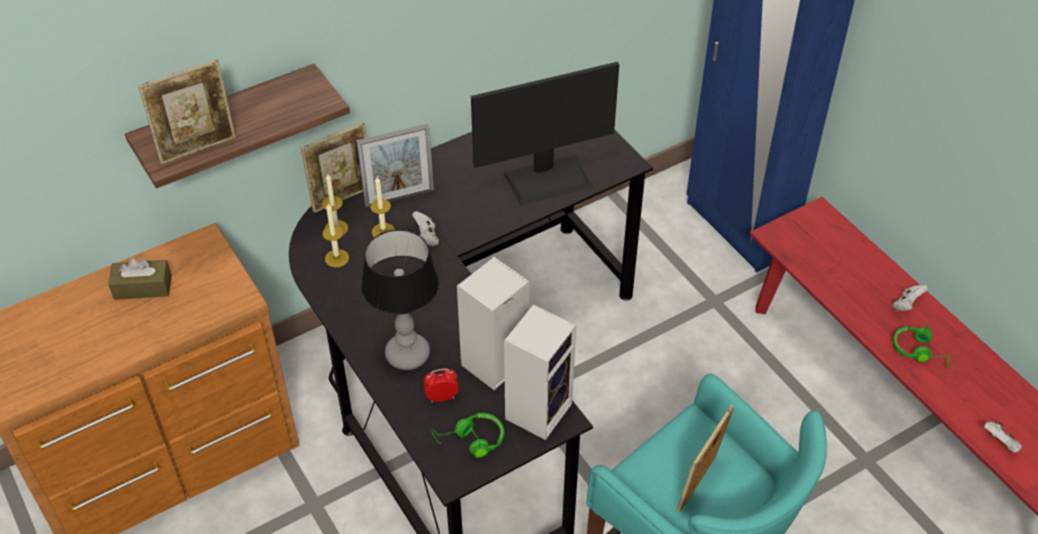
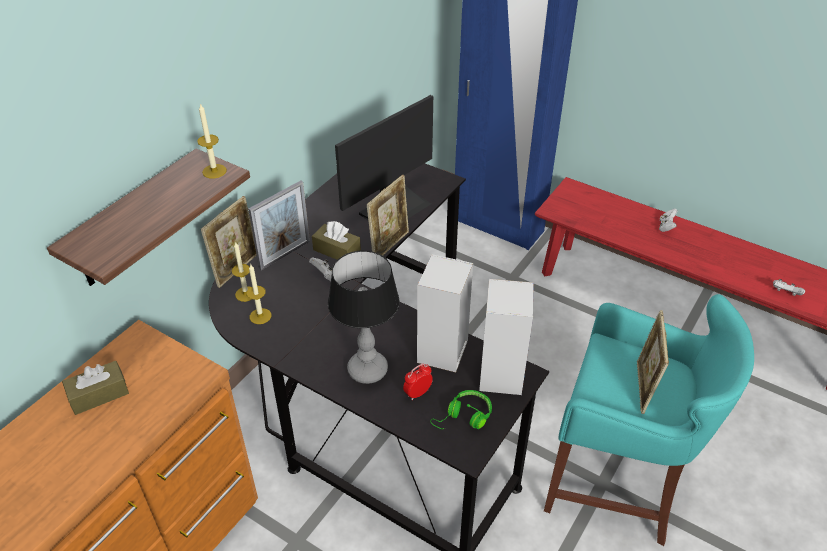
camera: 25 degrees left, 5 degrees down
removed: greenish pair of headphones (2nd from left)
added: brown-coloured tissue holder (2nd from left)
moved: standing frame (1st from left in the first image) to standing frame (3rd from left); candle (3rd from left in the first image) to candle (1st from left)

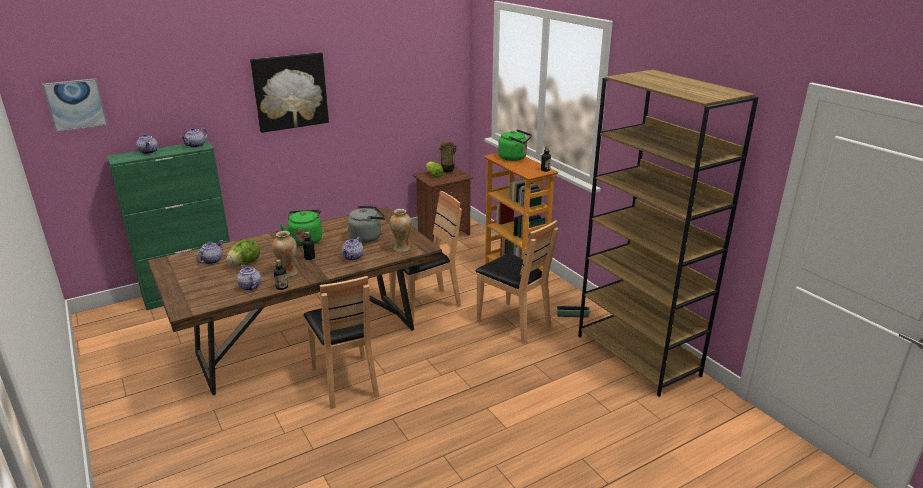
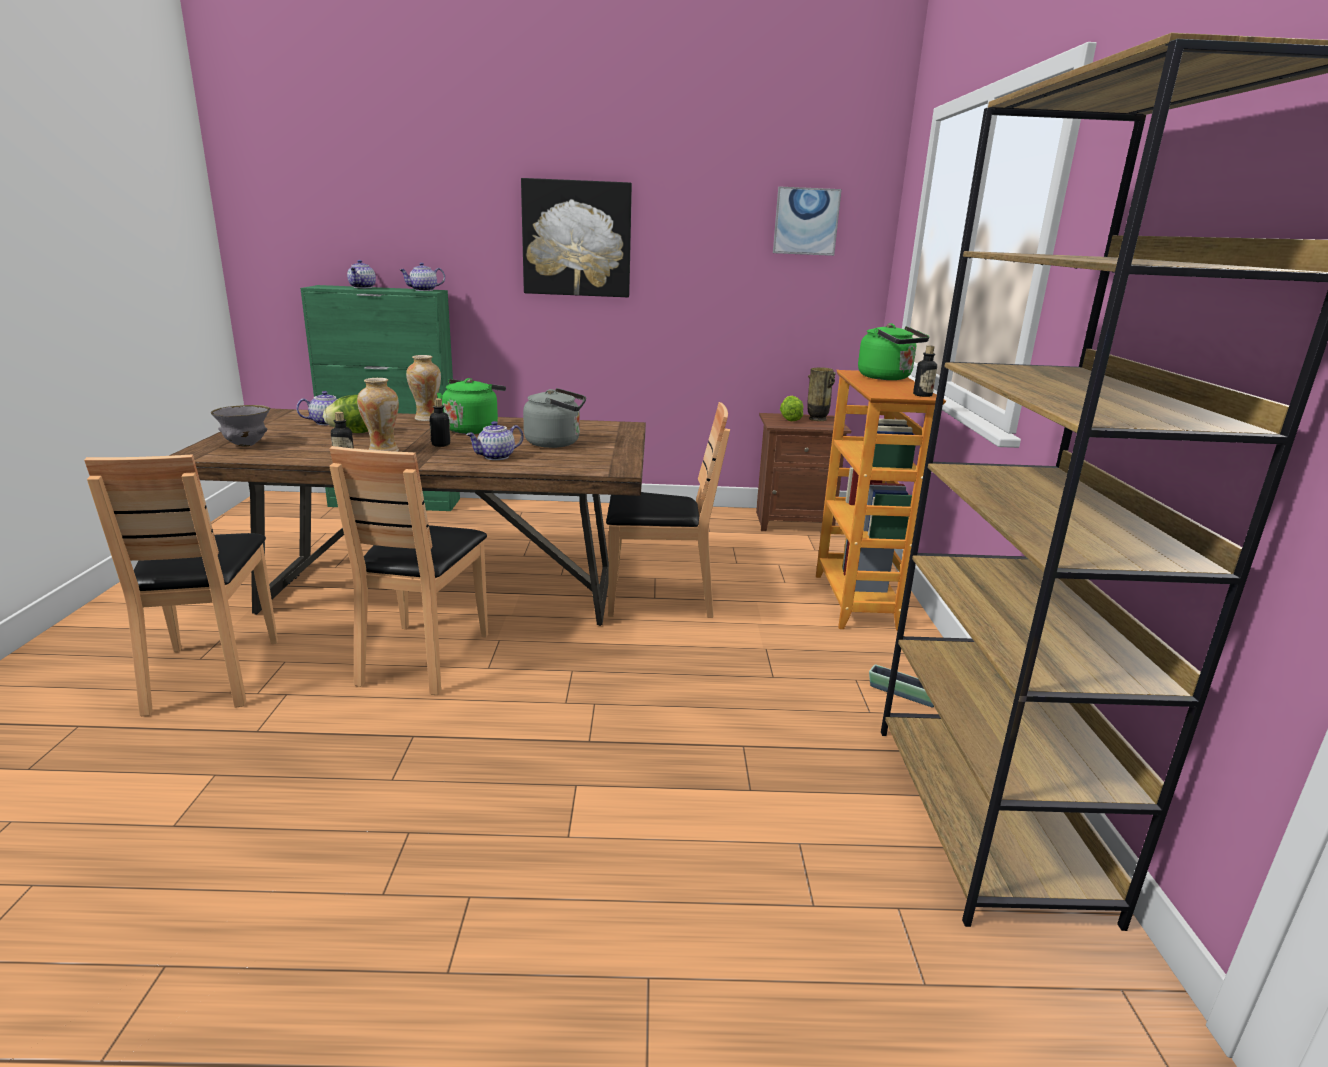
camera: 30 degrees right, 5 degrees down
removed: pot for tea (4th from left)
added: grey bowl
moved: wall picture (1st from left in the first image) to wall picture (2nd from left); flower vase (2nd from left); brown-coloured chair (3rd from left in the first image) to brown-coloured chair (1st from left)

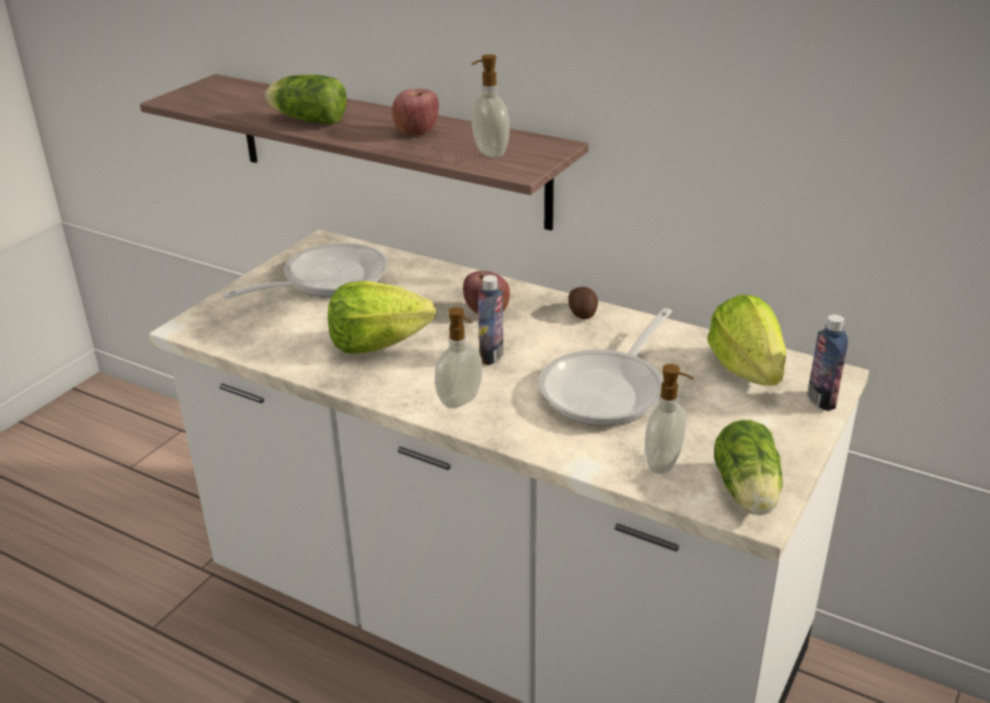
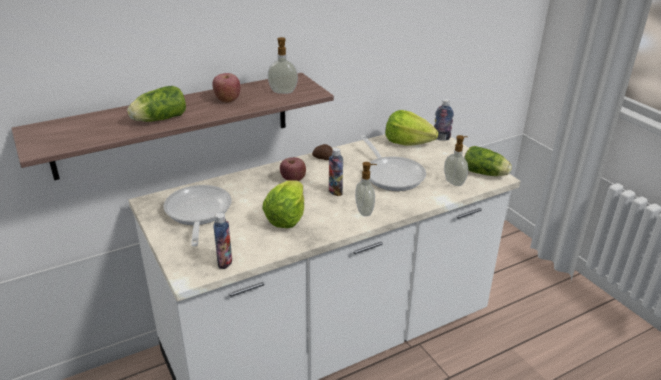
camera: 60 degrees left, 0 degrees up
added: drink bottle (1st from left)

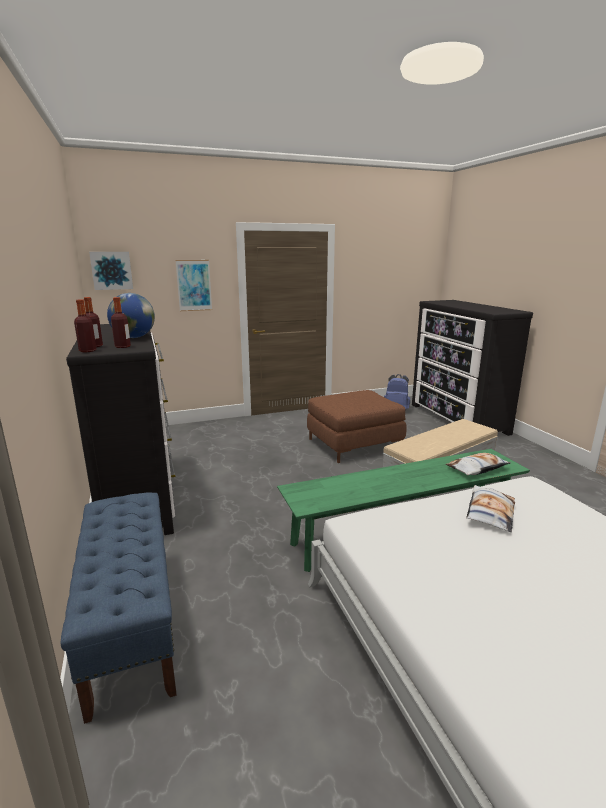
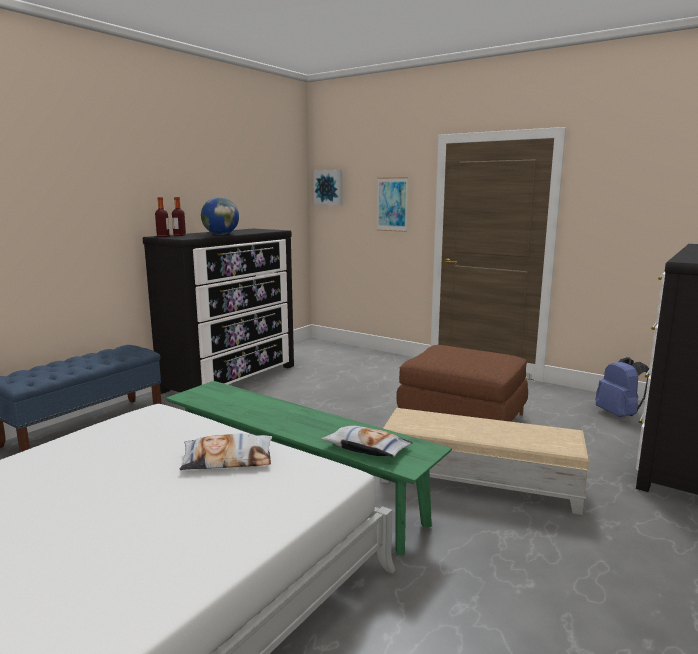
camera: 55 degrees right, 5 degrees down
removed: drink bottle (3rd from left)

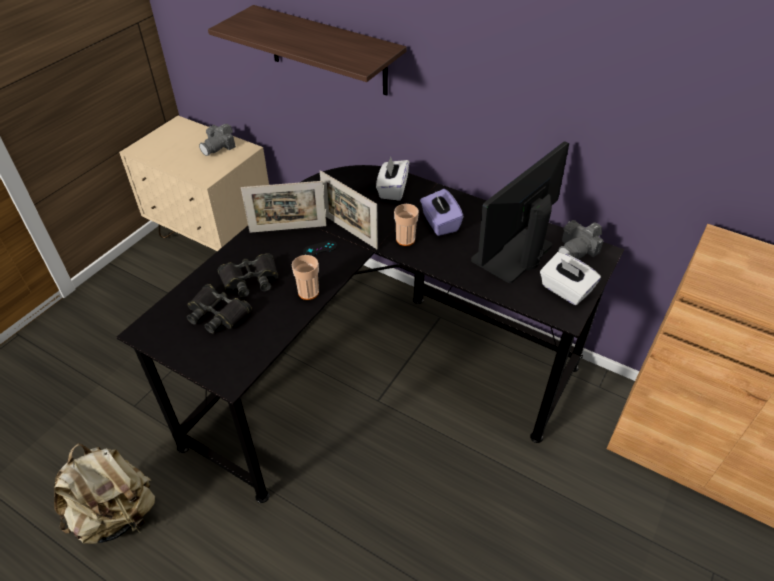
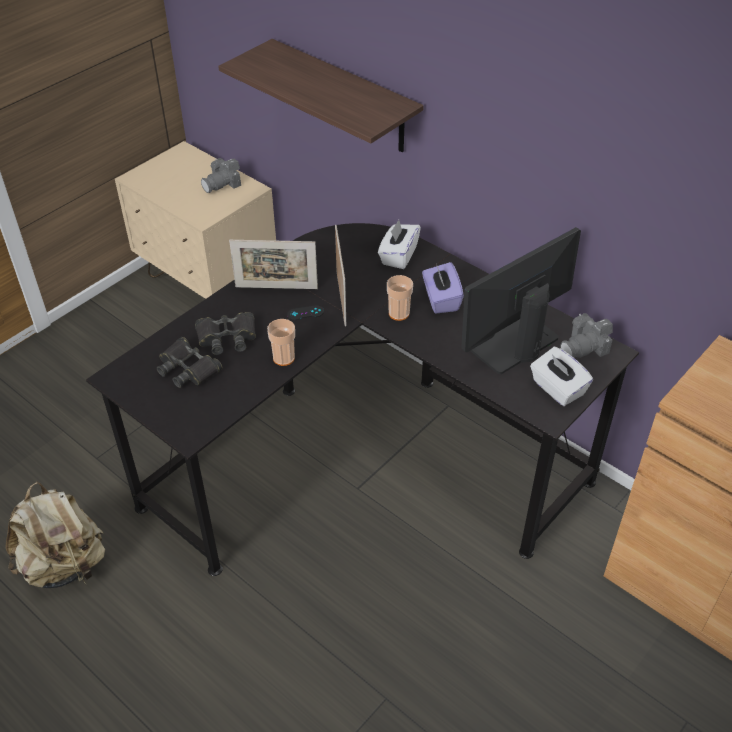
camera: 10 degrees right, 0 degrees up
turned: standing frame (2nd from left) 150 degrees counterclockwise

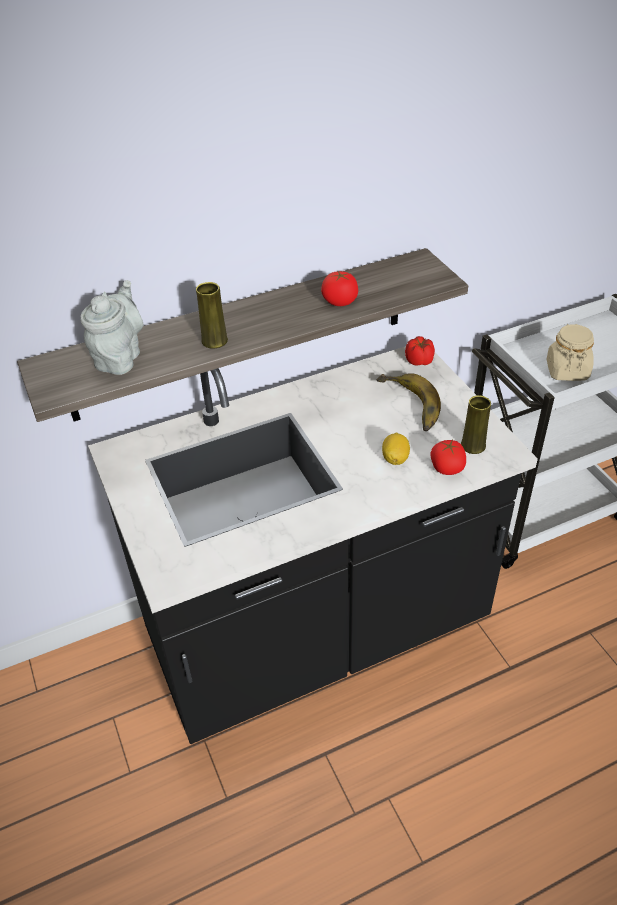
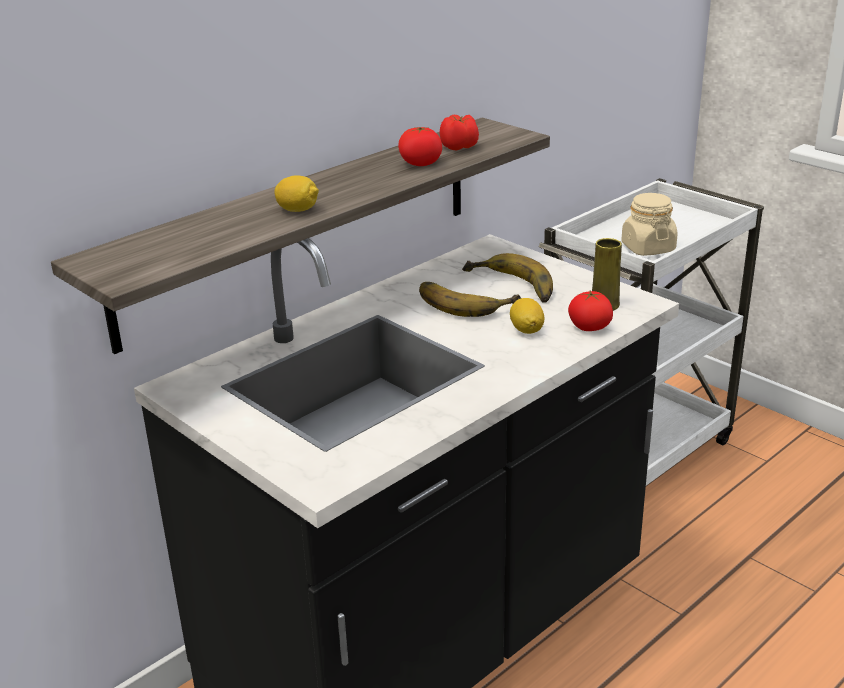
camera: 20 degrees left, 15 degrees down
removed: grey pot for tea
added: whole banana (1st from left)
moved: tomato (2nd from left)
replaced: yellowish flower vase (1st from left) to whole lemon (1st from left)

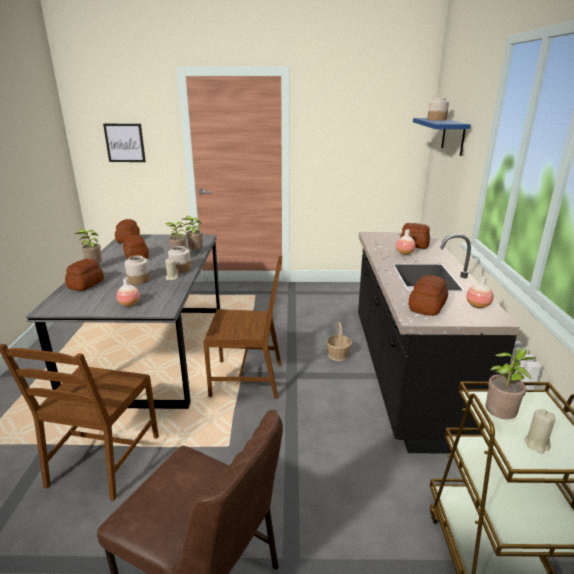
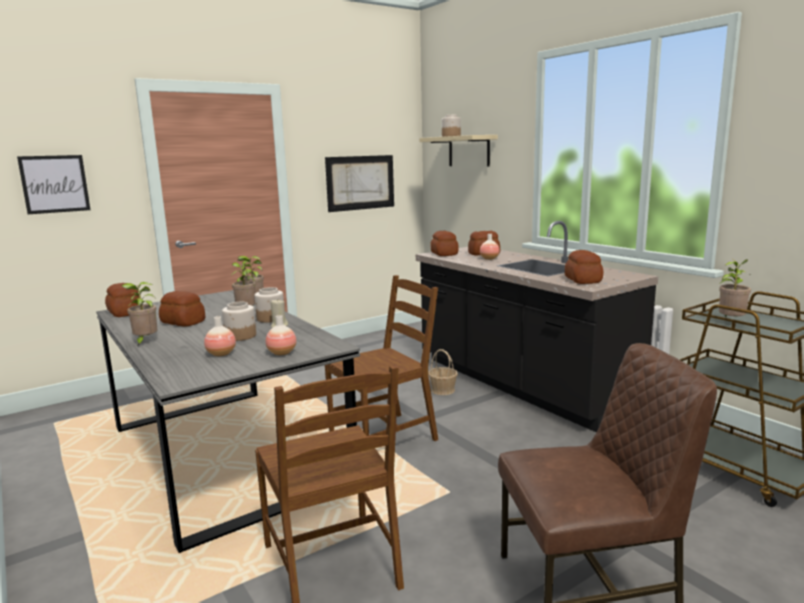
camera: 35 degrees left, 10 degrees down
removed: sand-coloured candle (2nd from left)
added: wall picture (2nd from left)
moved: bakery bread (1st from left in the first image) to bakery bread (3rd from left); flower vase (3rd from left in the first image) to flower vase (1st from left)
recoloured: blue-coloured shelf to sand-coloured shelf

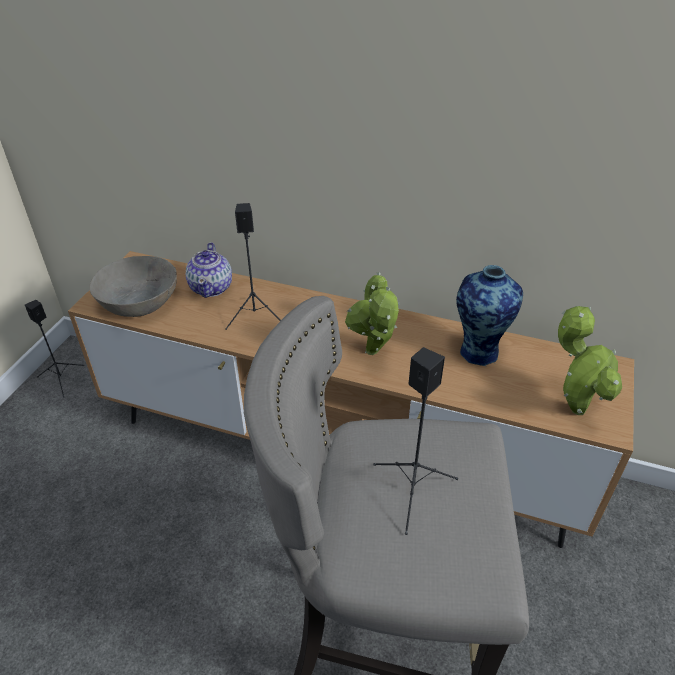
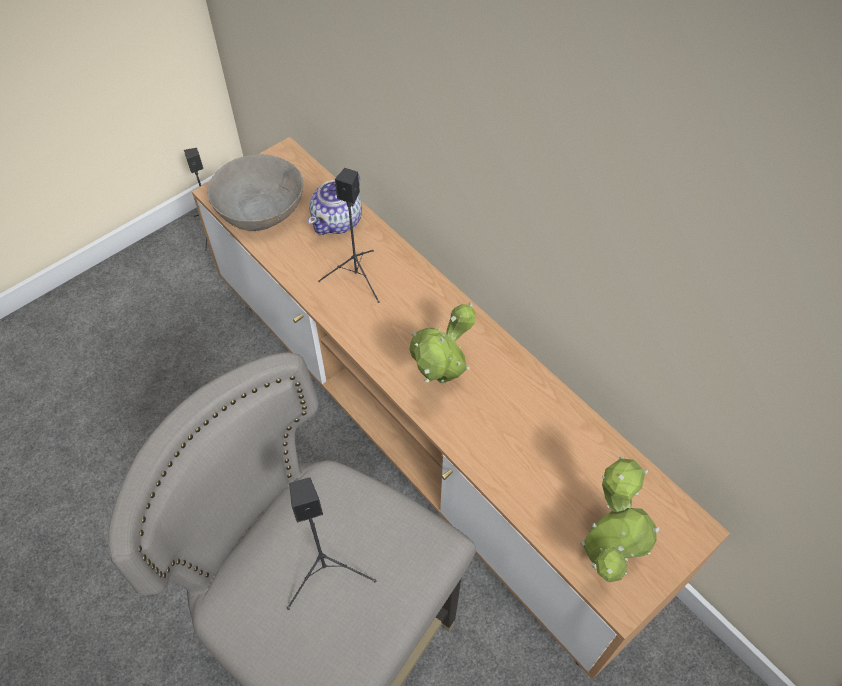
camera: 30 degrees right, 15 degrees up
removed: flower vase

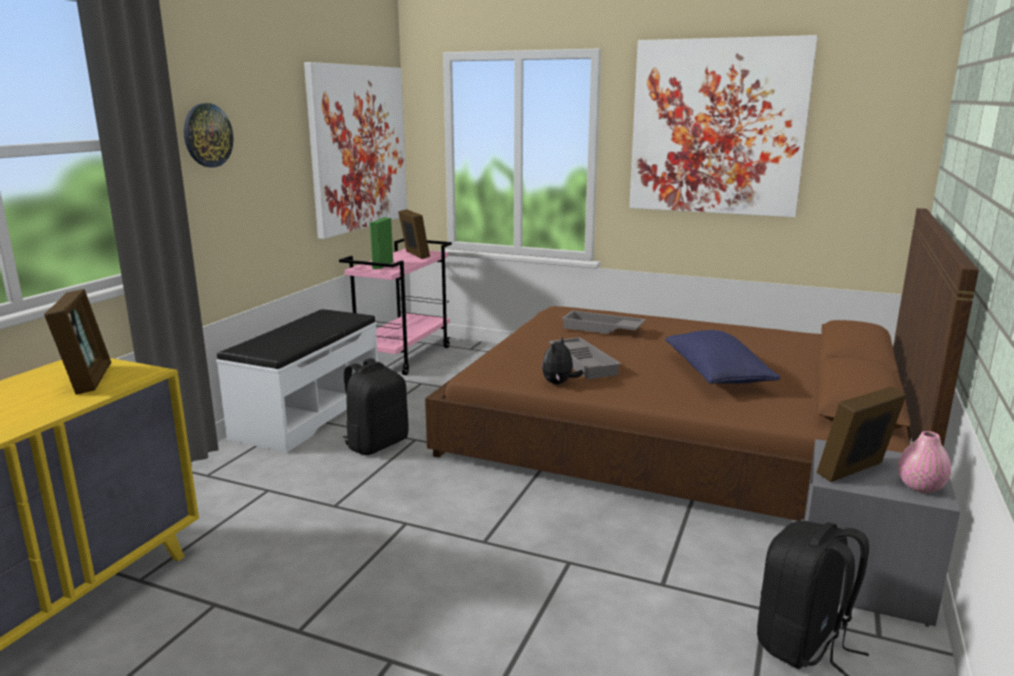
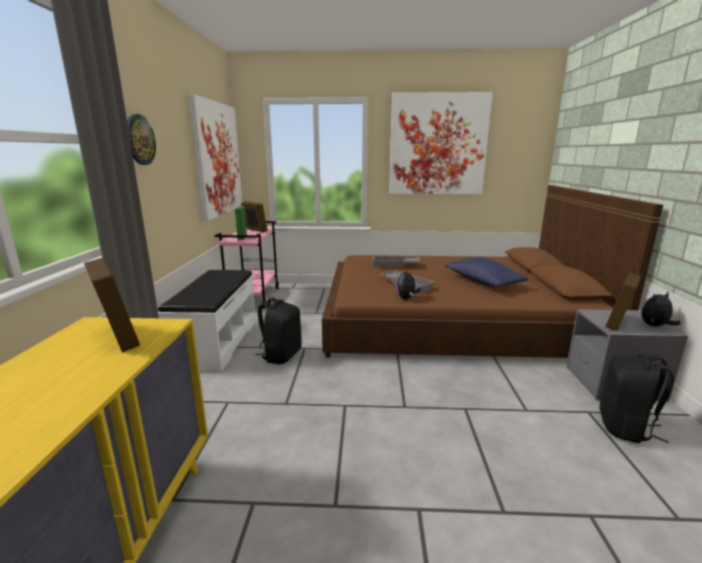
camera: 20 degrees left, 0 degrees up
replaced: pinkish flower vase to soft toy (2nd from left)

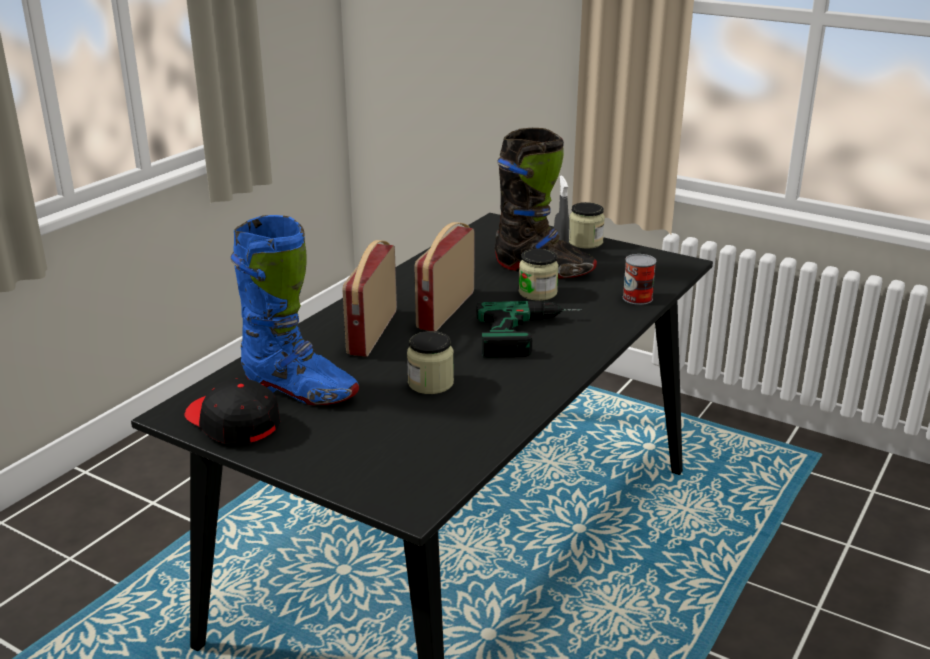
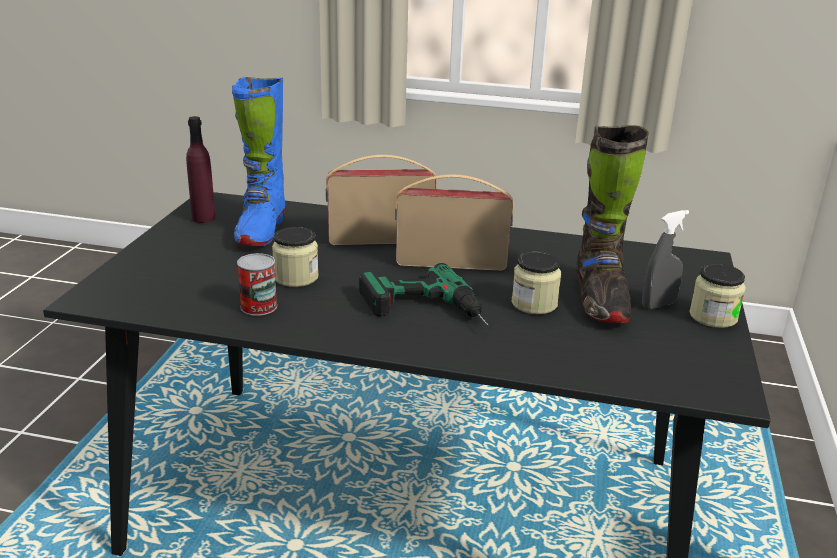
camera: 70 degrees right, 0 degrees up
moved: sealed can
replaced: blackish cap to purple drink bottle

